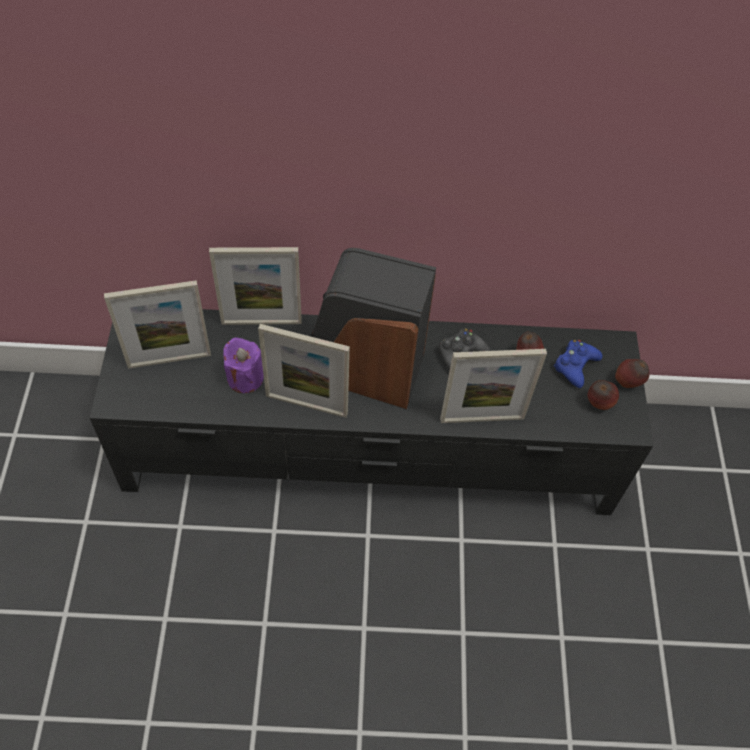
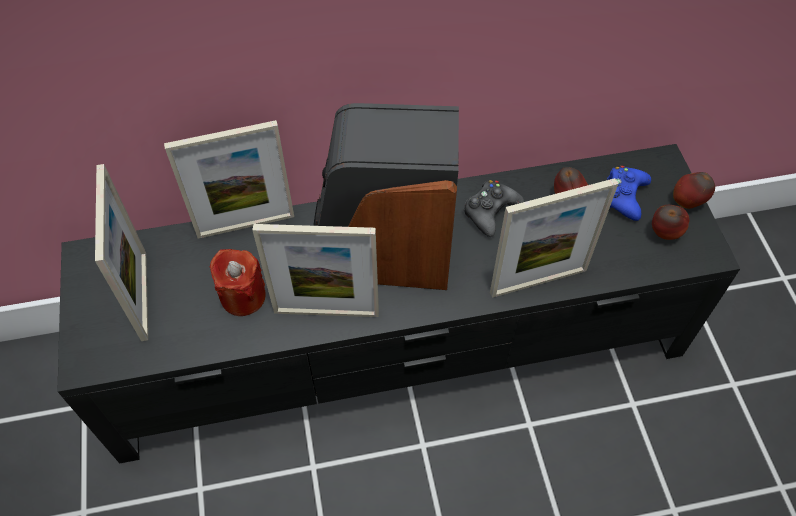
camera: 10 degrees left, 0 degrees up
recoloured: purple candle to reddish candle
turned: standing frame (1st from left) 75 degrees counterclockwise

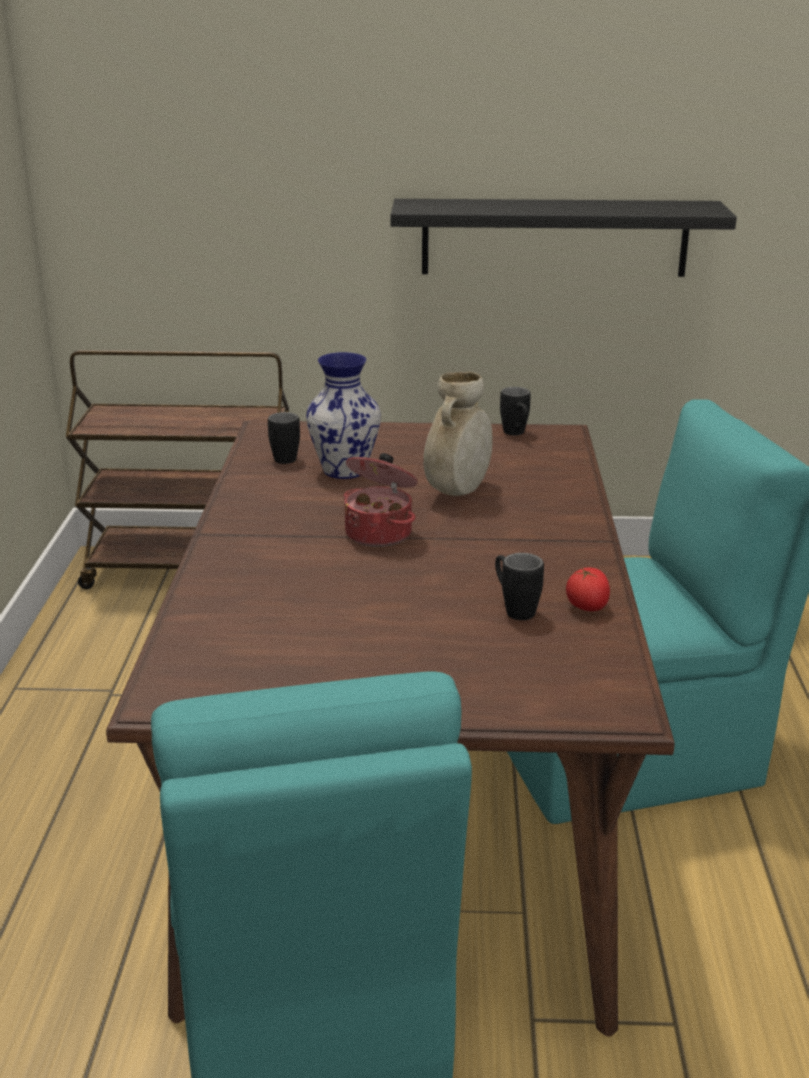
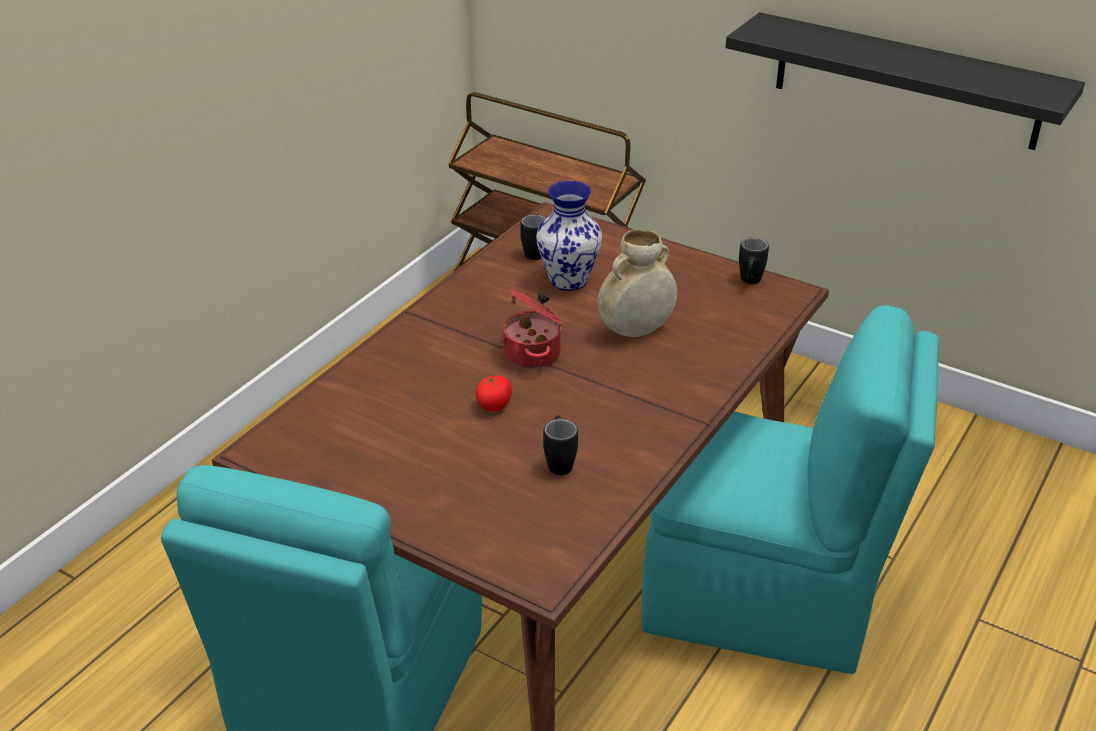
camera: 30 degrees right, 10 degrees up
moved: tomato

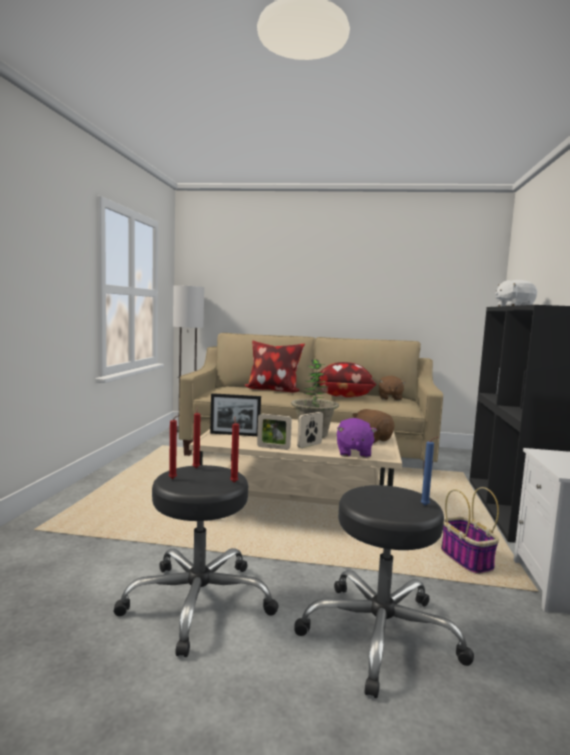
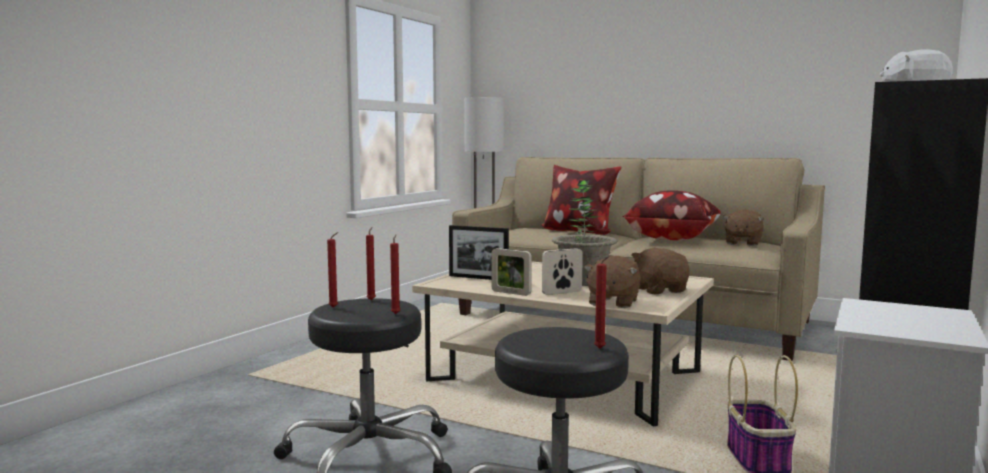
camera: 20 degrees right, 0 degrees up
recoloured: purple soft toy to brown-coloured soft toy (1st from left); blue-coloured candle to reddish candle (4th from left)

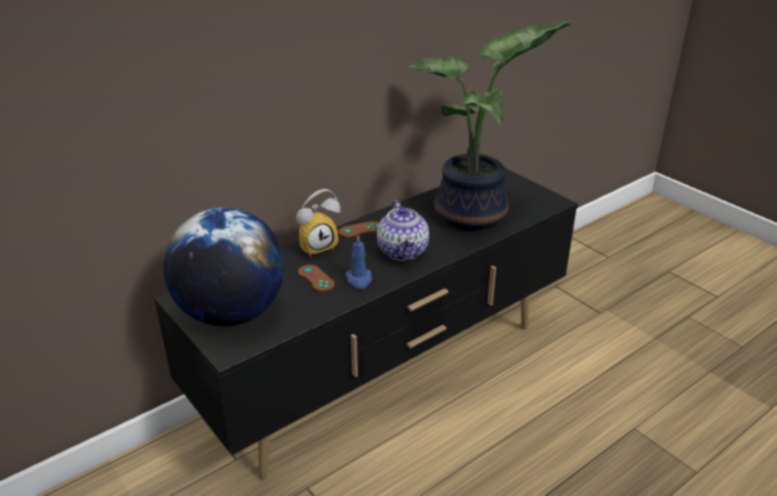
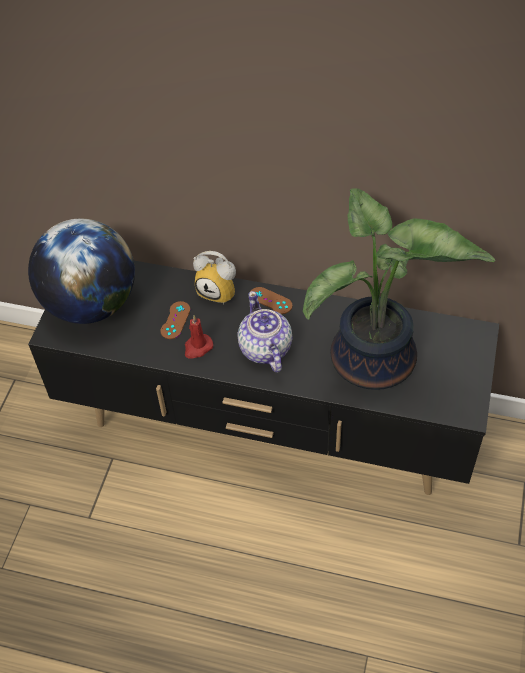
camera: 55 degrees right, 20 degrees up
recoloured: blue-coloured candle to reddish candle
turned: pot for tea 120 degrees clockwise

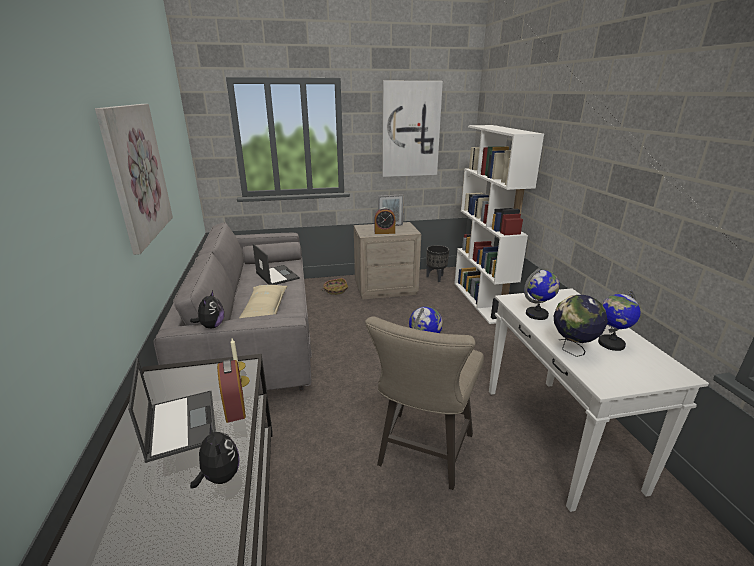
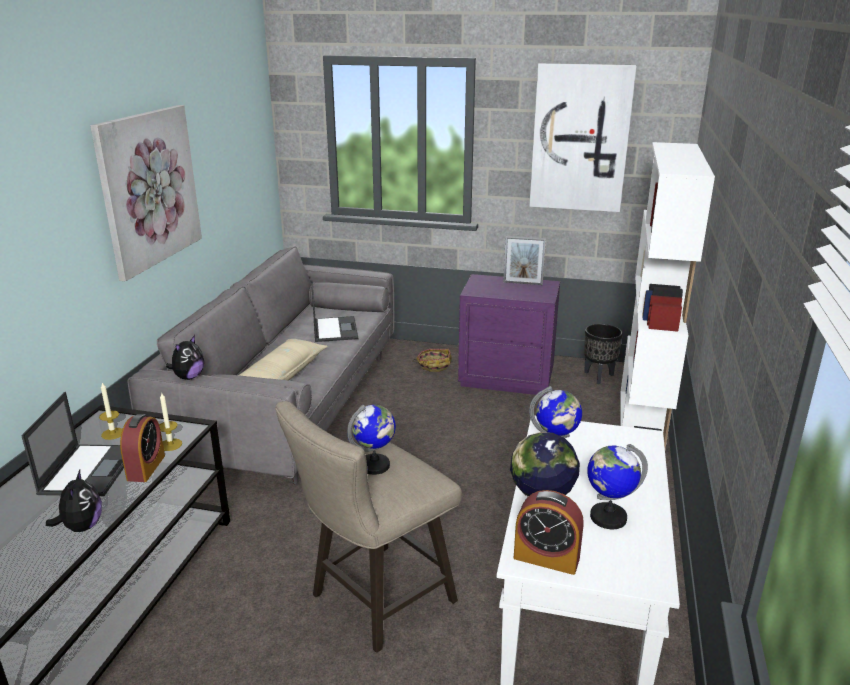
camera: 25 degrees right, 0 degrees up
added: candle (1st from left)
moved: table clock (2nd from left)
recoloured: sand-coloured bedside table to purple bedside table

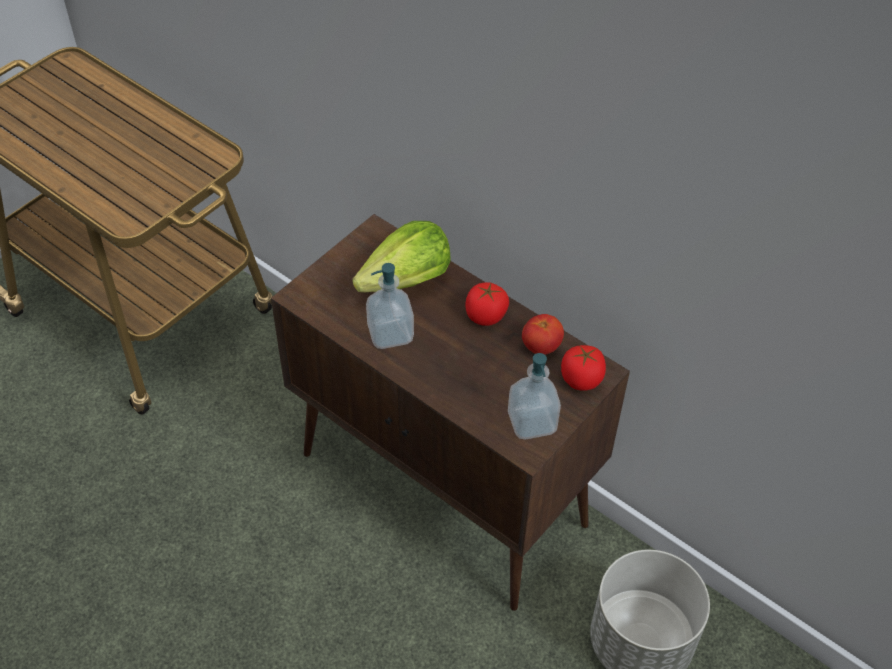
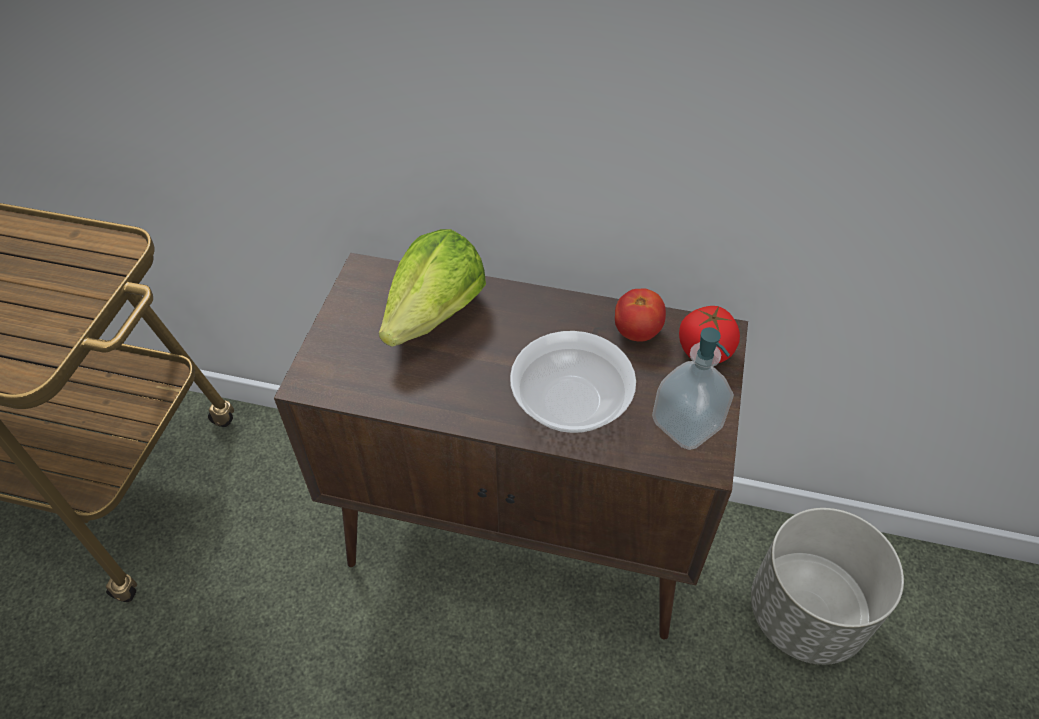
camera: 25 degrees left, 0 degrees up
removed: soap dispenser (1st from left); tomato (1st from left)
added: bowl

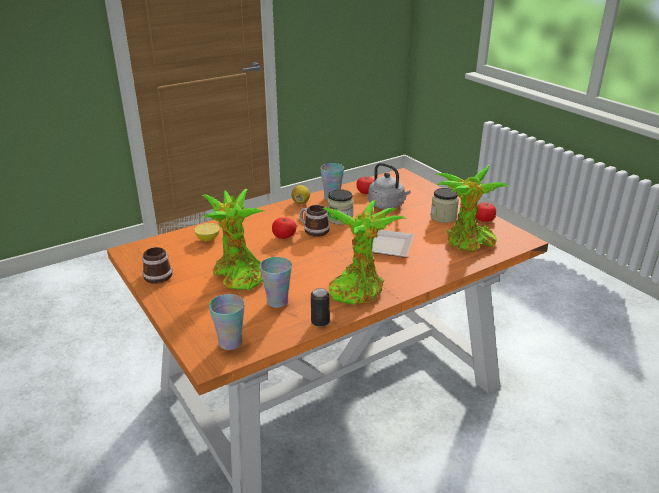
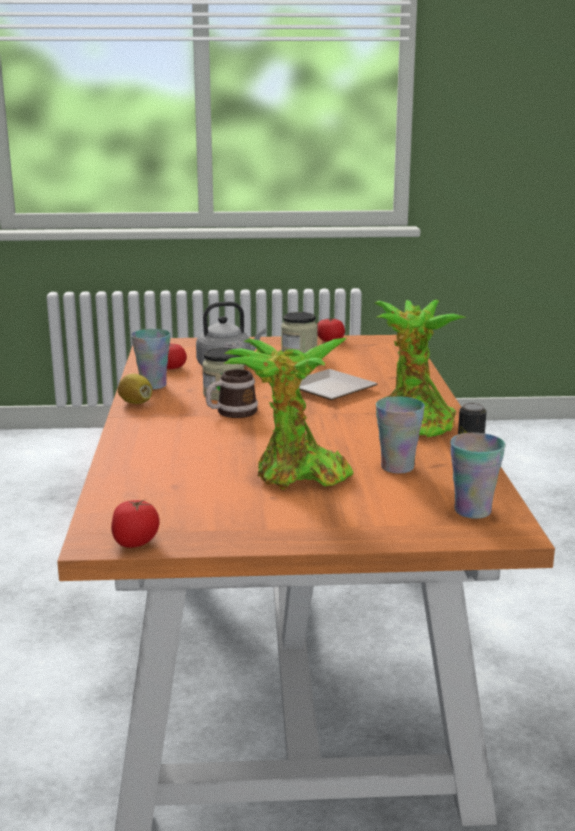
camera: 60 degrees left, 10 degrees down
removed: tea mug (1st from left); whole lemon (1st from left); potted plant (3rd from left)
moved: tomato (1st from left)

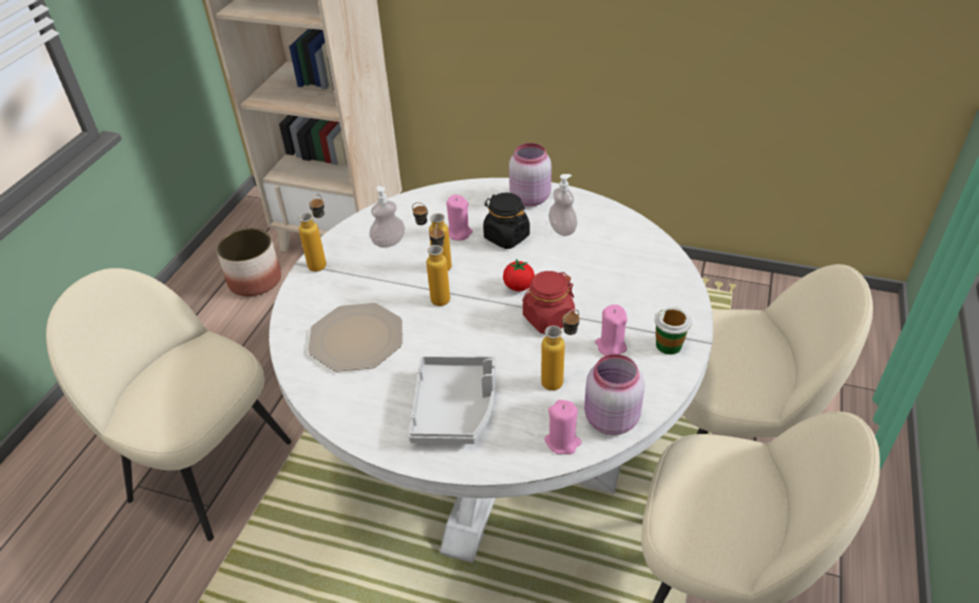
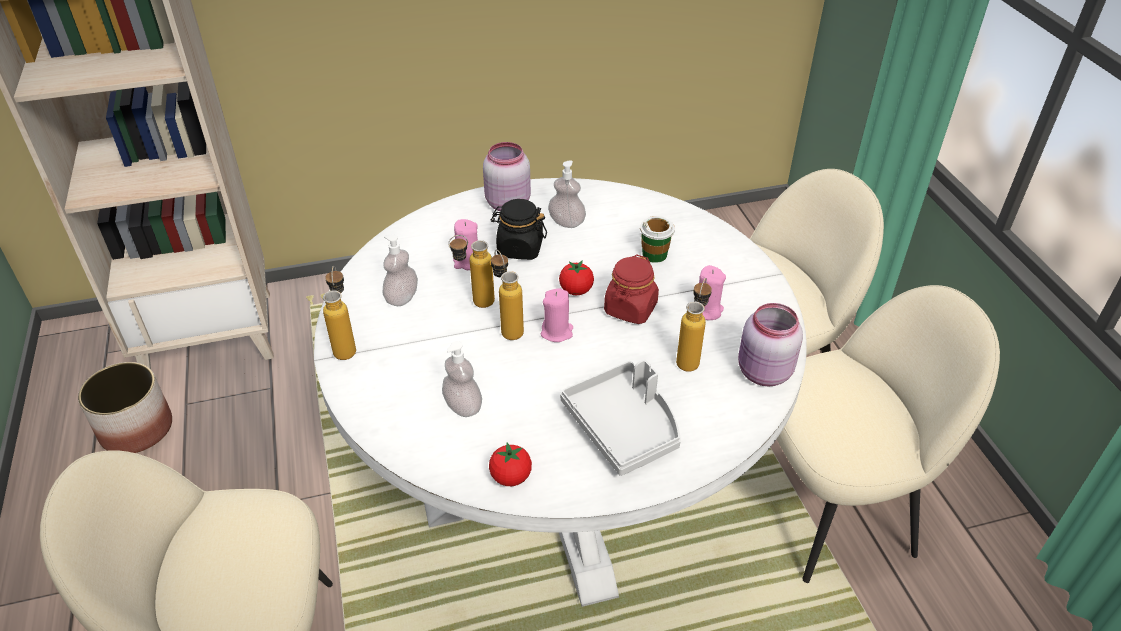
camera: 35 degrees left, 0 degrees up
added: tomato (1st from left)
moved: pinkish candle (2nd from left); small cup
replaced: dinner plate to soap dispenser (2nd from left)

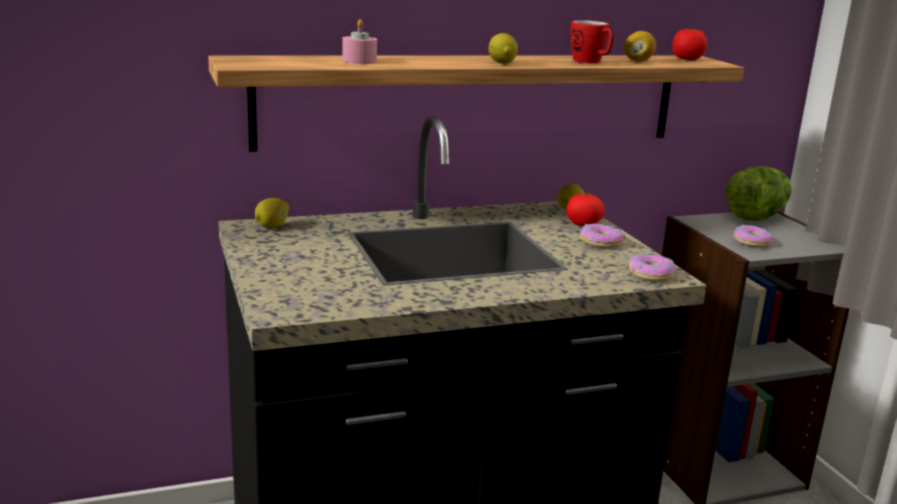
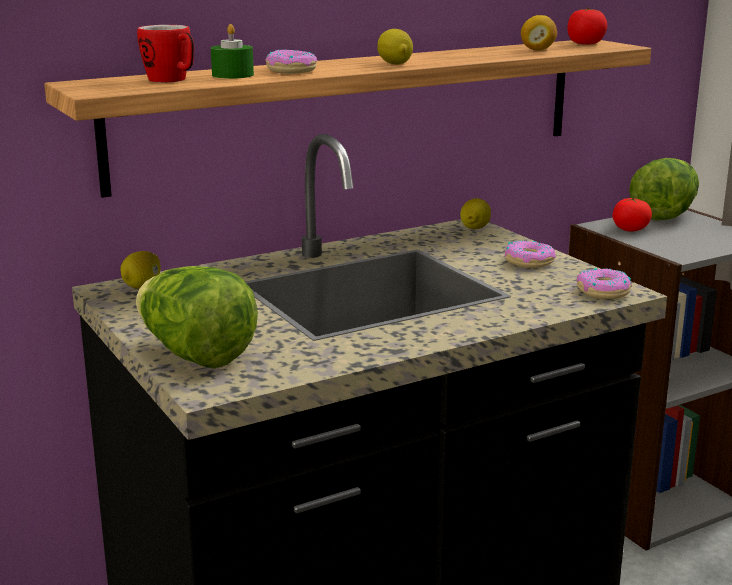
camera: 10 degrees left, 0 degrees up
added: lettuce (1st from left)
moved: tomato (1st from left in the first image) to tomato (2nd from left); tea mug; doughnut (3rd from left in the first image) to doughnut (1st from left)
recoloured: pinkish candle to greenish candle

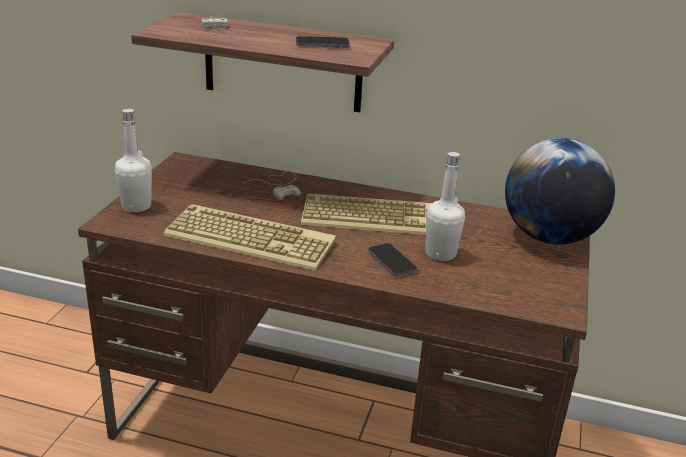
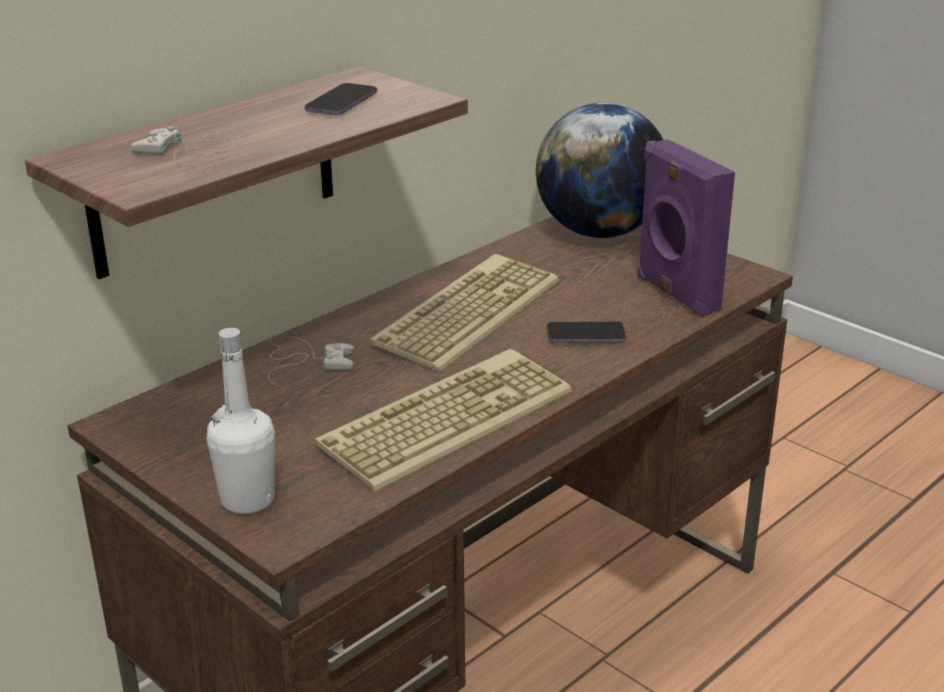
camera: 60 degrees left, 0 degrees up
removed: whitish drink bottle (2nd from left)
added: purple audio speaker

